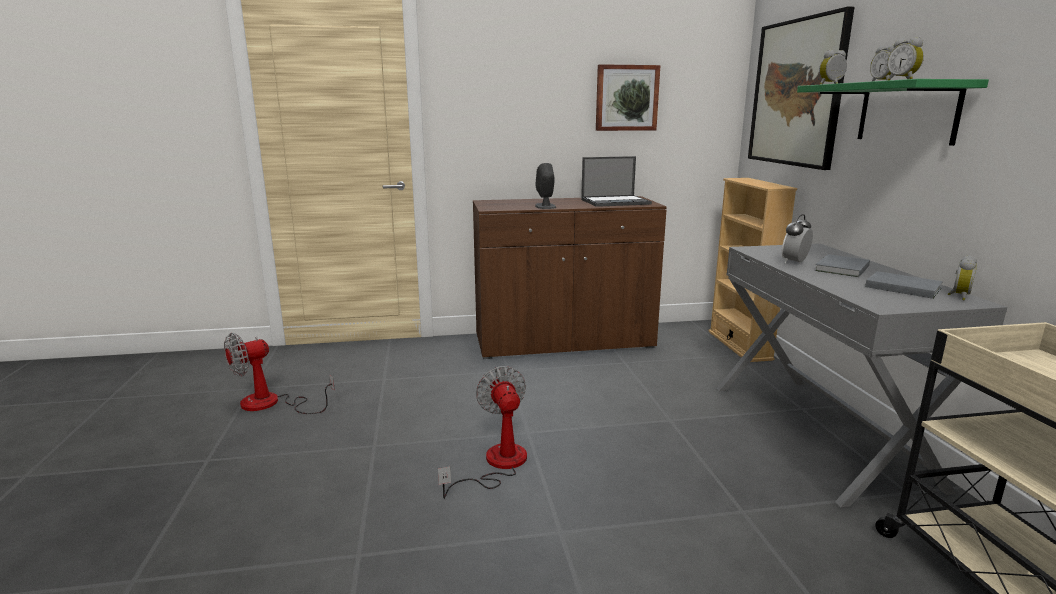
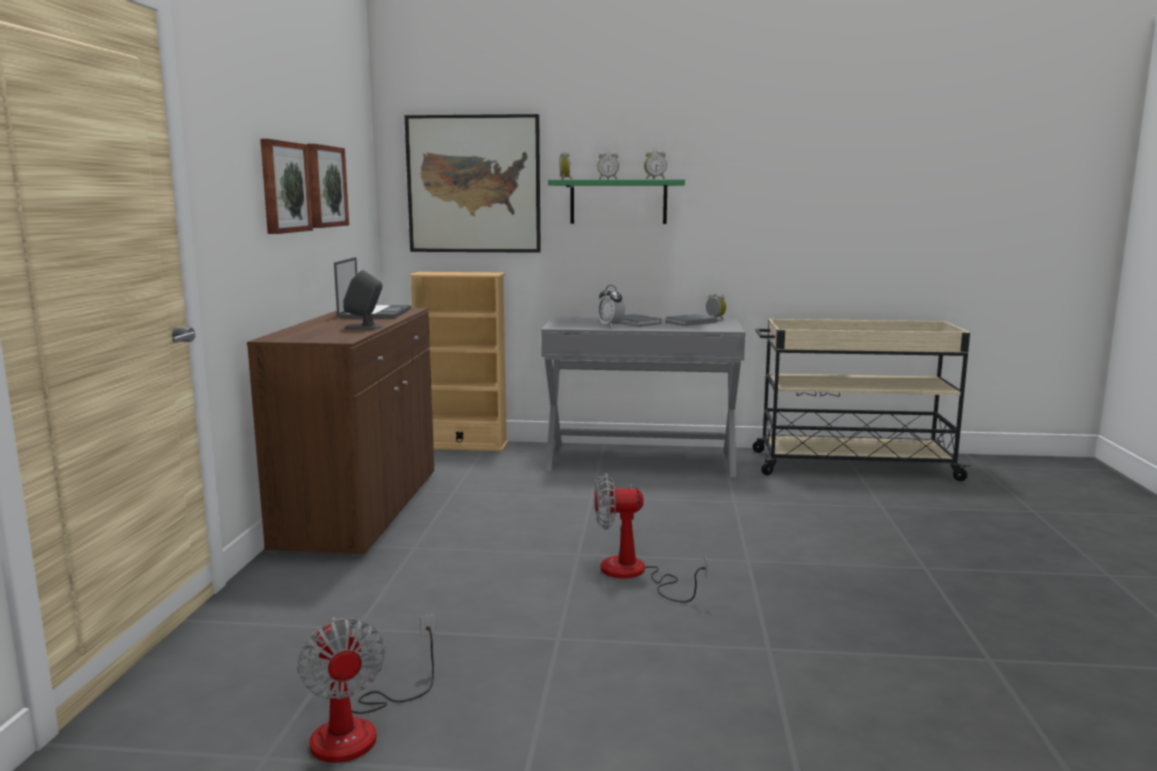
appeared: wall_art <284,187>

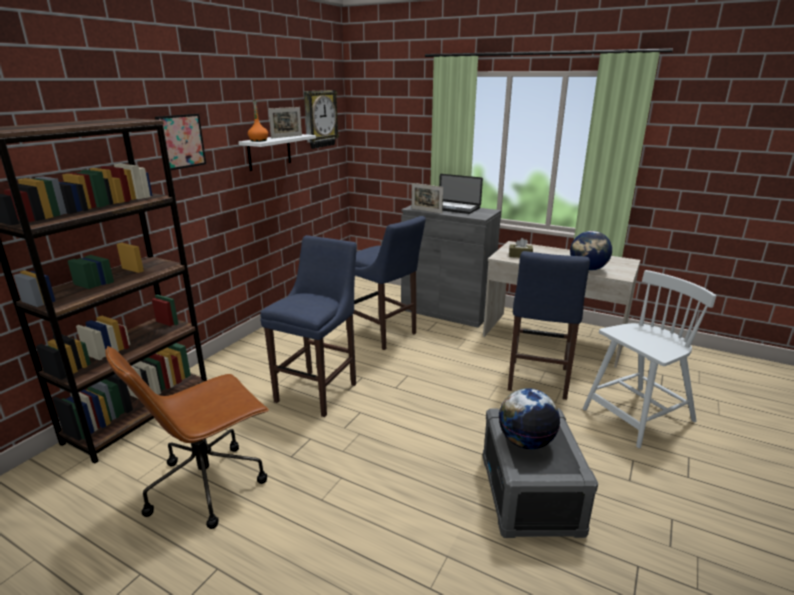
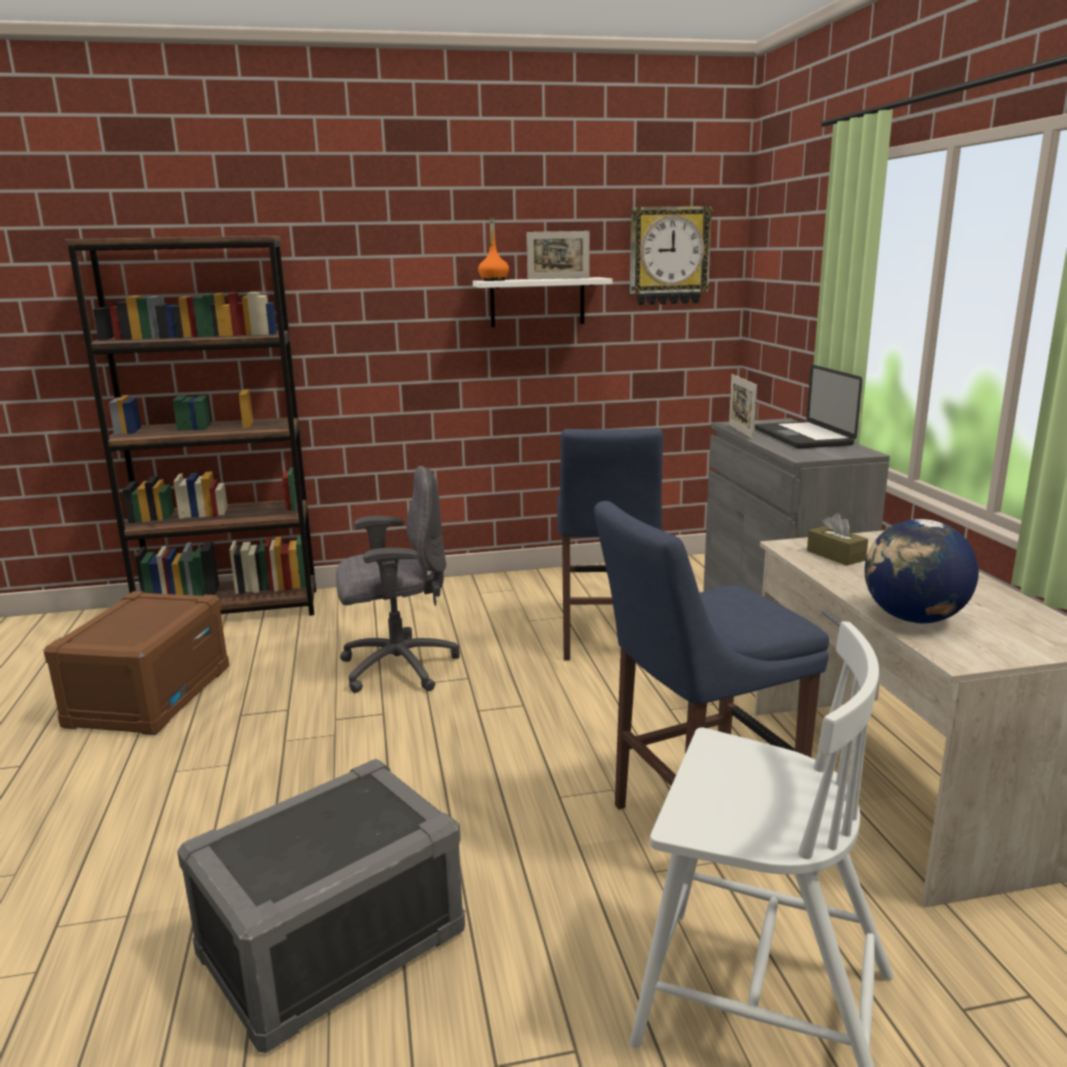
missing: wall_art <181,141>; desk_globe <525,442>
exchanged: blue-coloured_stool_seat <319,390> to grey_desk_chair <397,667>; brown-coloured_desk_chair <208,484> to brown-coloured_storage_container <149,696>

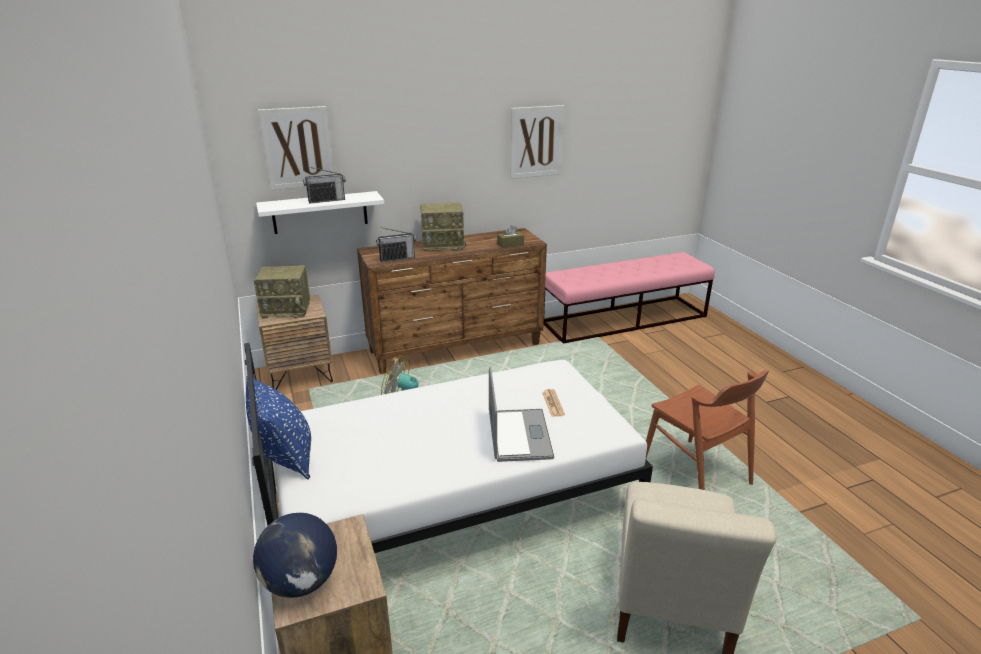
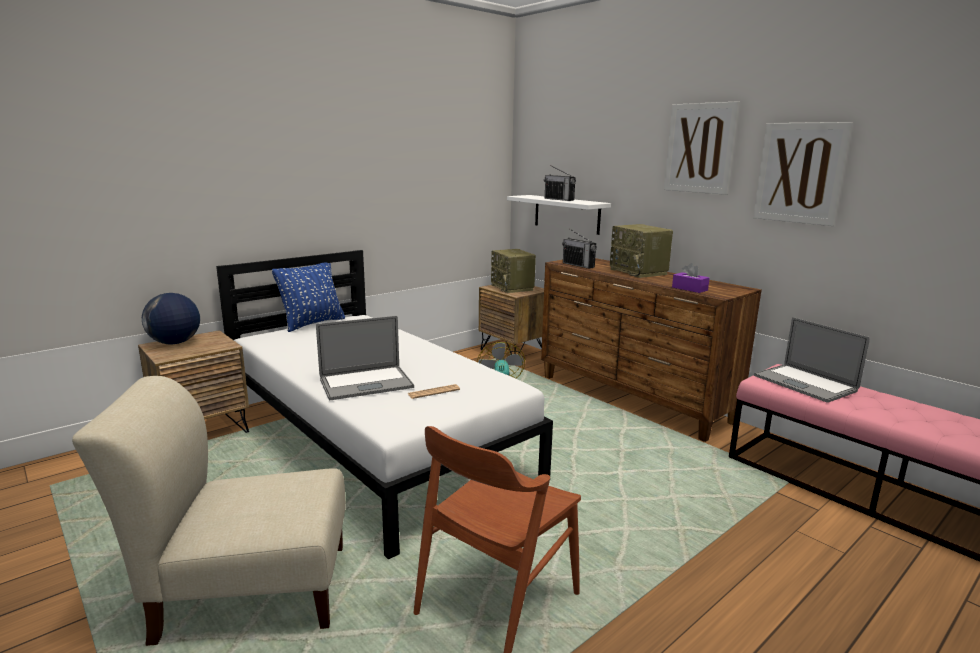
appeared: laptop <804,383>
relocated: wall_art <298,148> to <700,148>
colour: brown-coloured_tissue_box <510,244> to purplish_tissue_box <689,289>

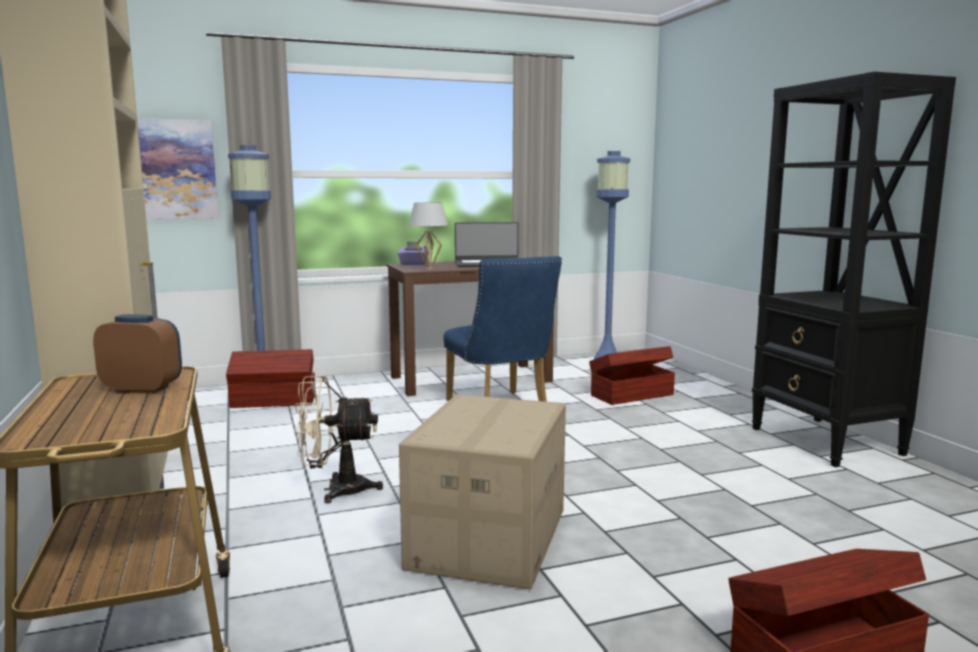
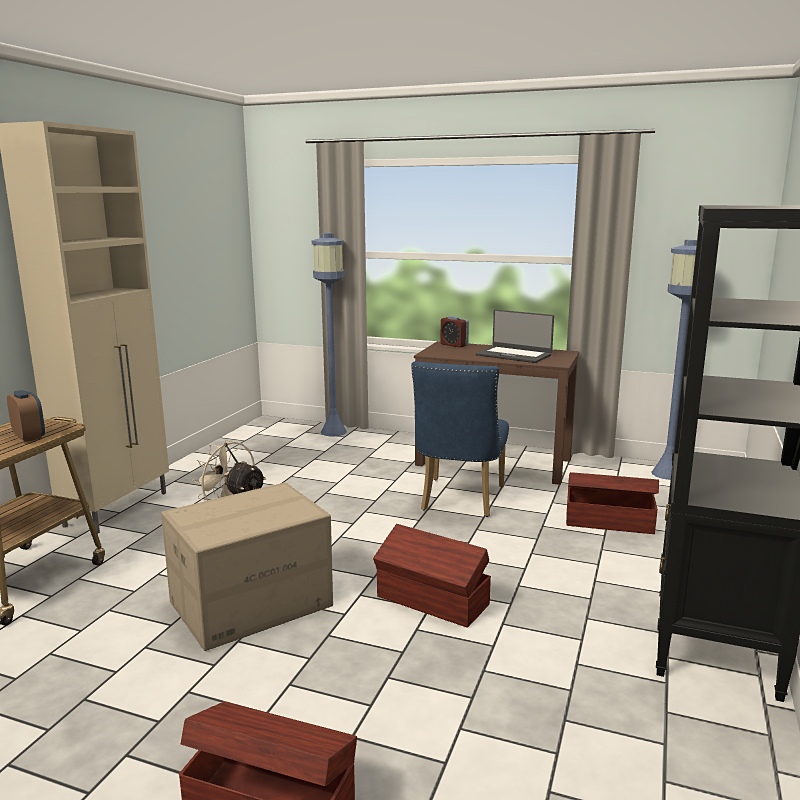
missing: wall_art <176,169>; white-coloured_table_lamp <428,268>
relocated: brown-coloured_storage_container <274,401> to <432,601>
exchanged: purplish_tissue_box <413,264> to alarm_clock <454,345>

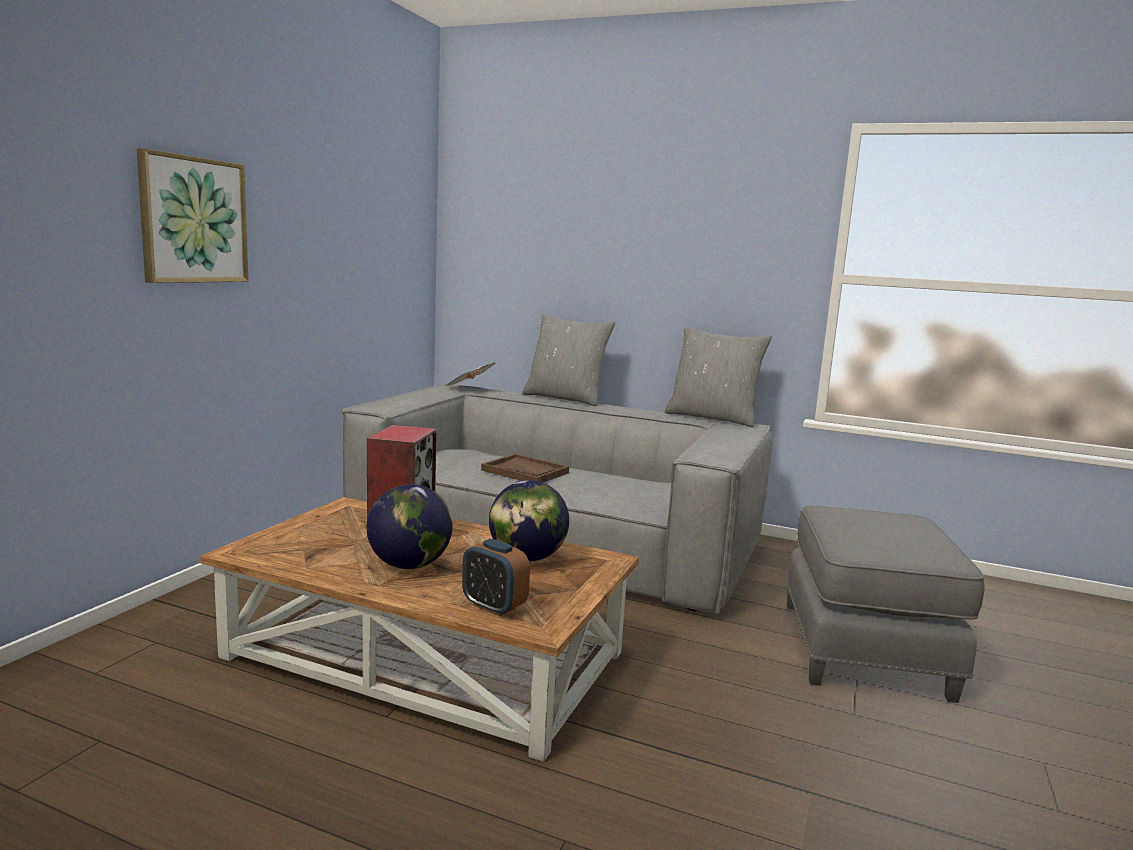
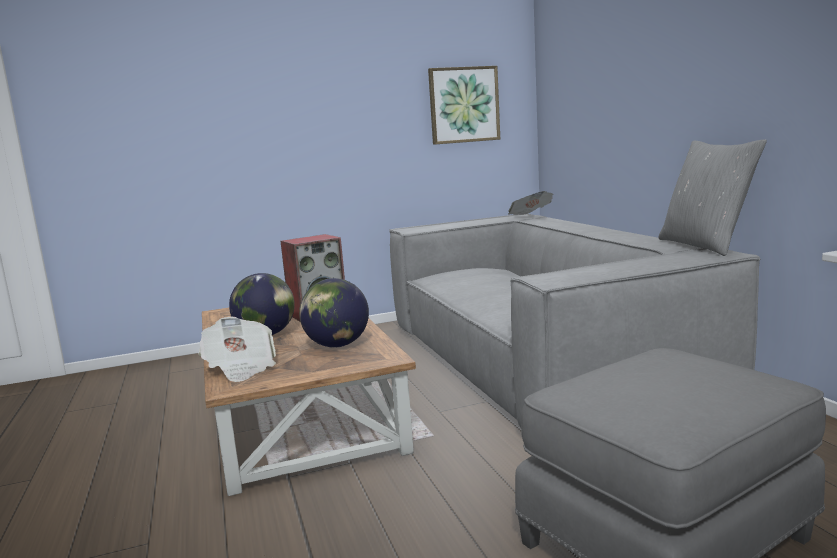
missing: grey_cushion <565,398>; brown-coloured_carrying_tray <525,471>
relocated: wall_art <193,220> to <464,105>
exchanged: alarm_clock <494,606> to newspaper <240,368>

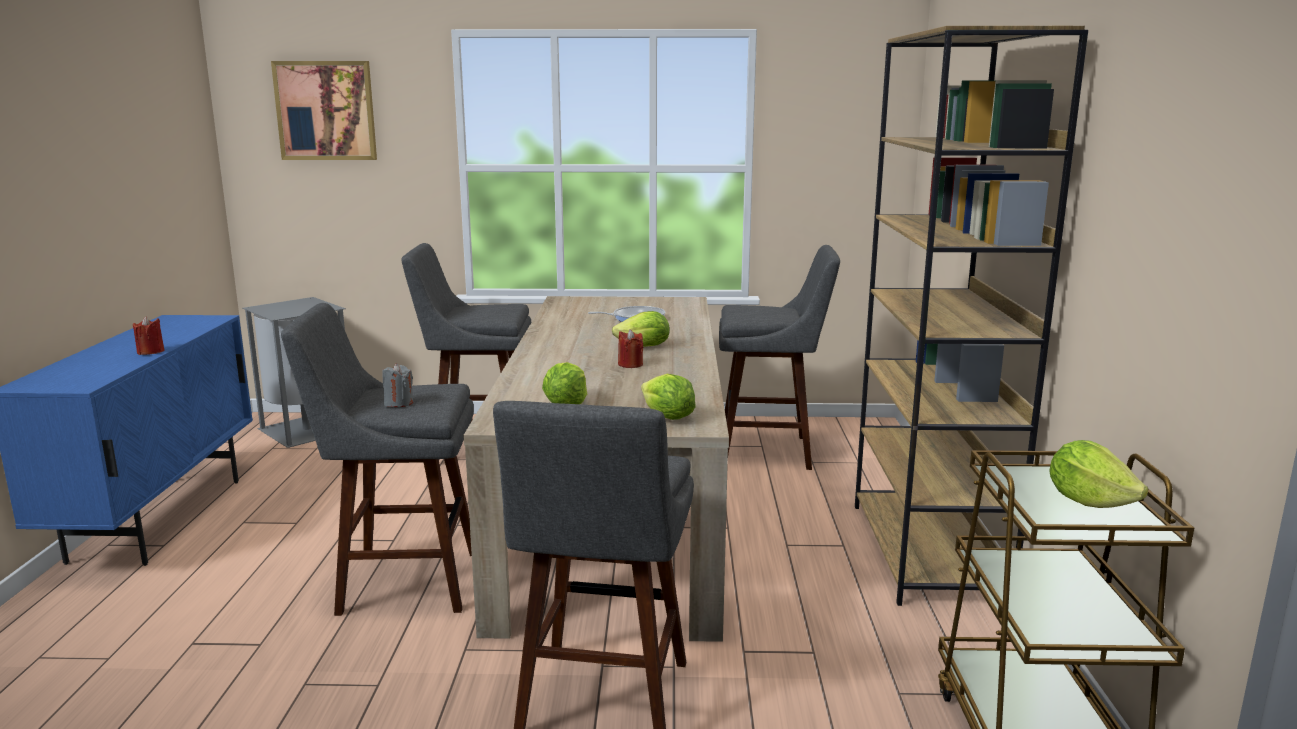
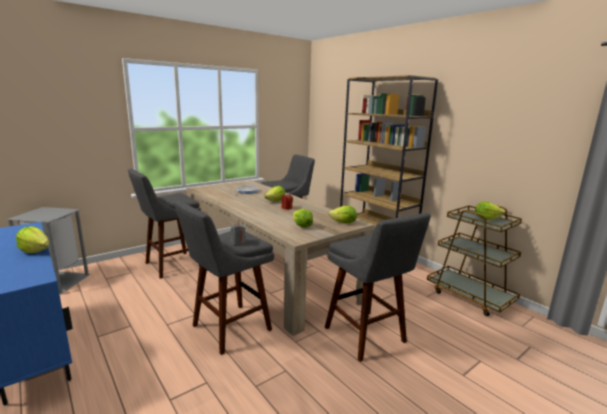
missing: wall_art <326,111>
exchanged: red_wax_light <150,352> to head_of_lettuce <35,250>

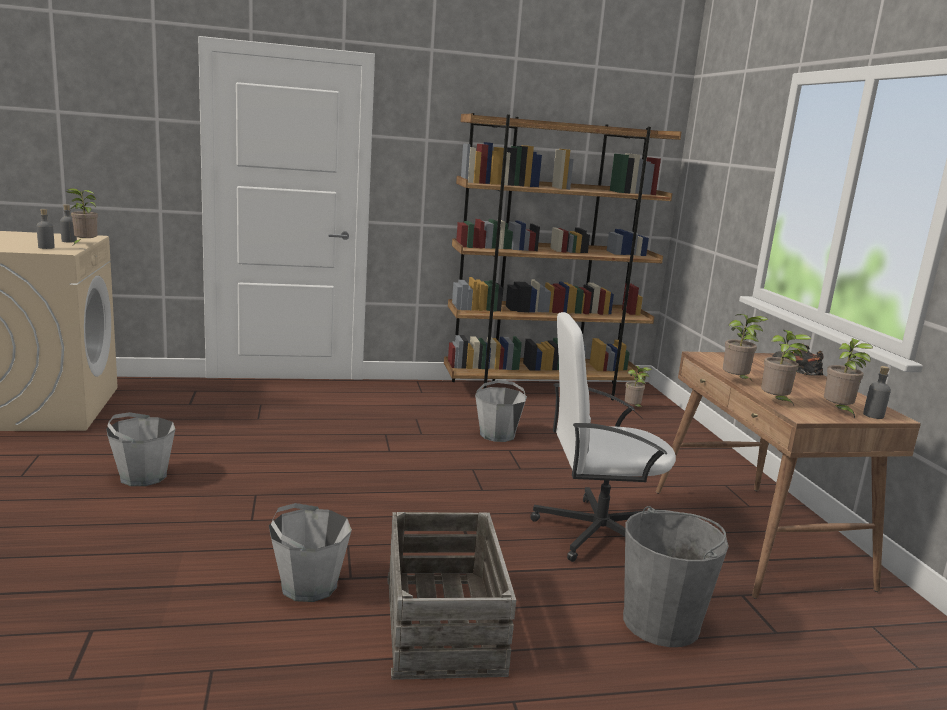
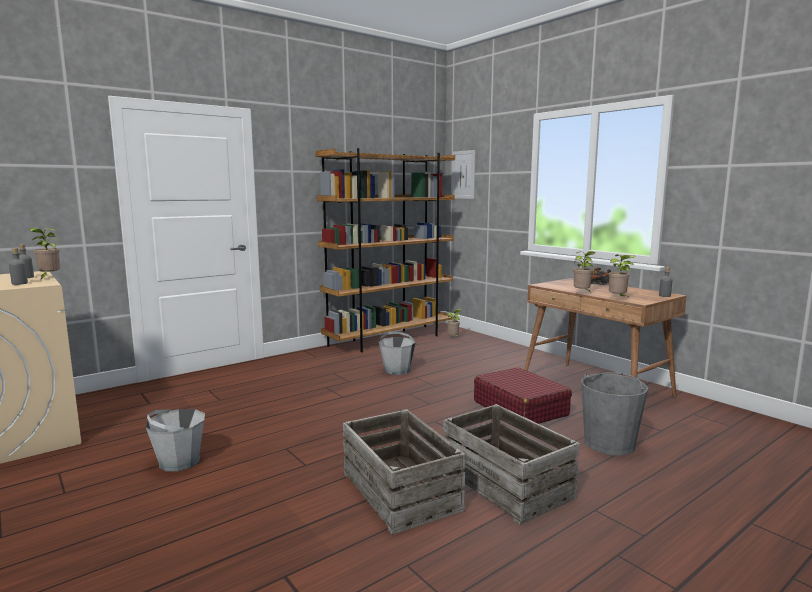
missing: houseplant <838,412>
appeared: wall_art <463,174>
exchanged: white-coloured_desk_chair <596,532> to red_suitcase <520,408>; grey_pail <308,585> to crate <399,491>

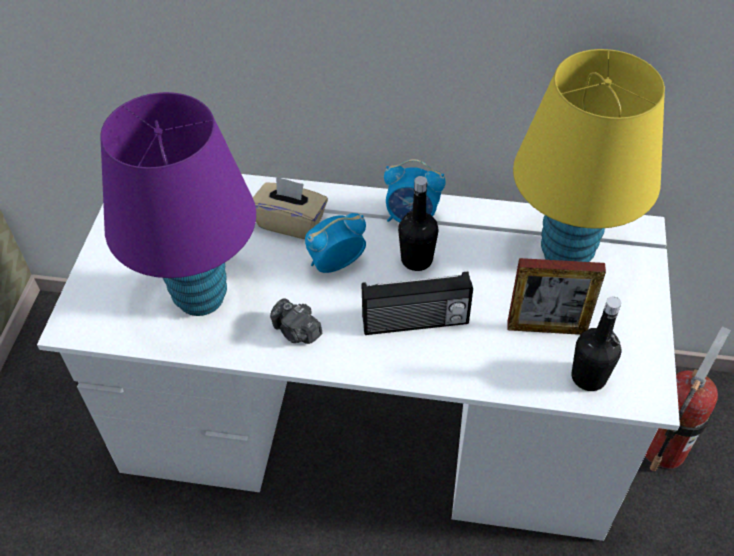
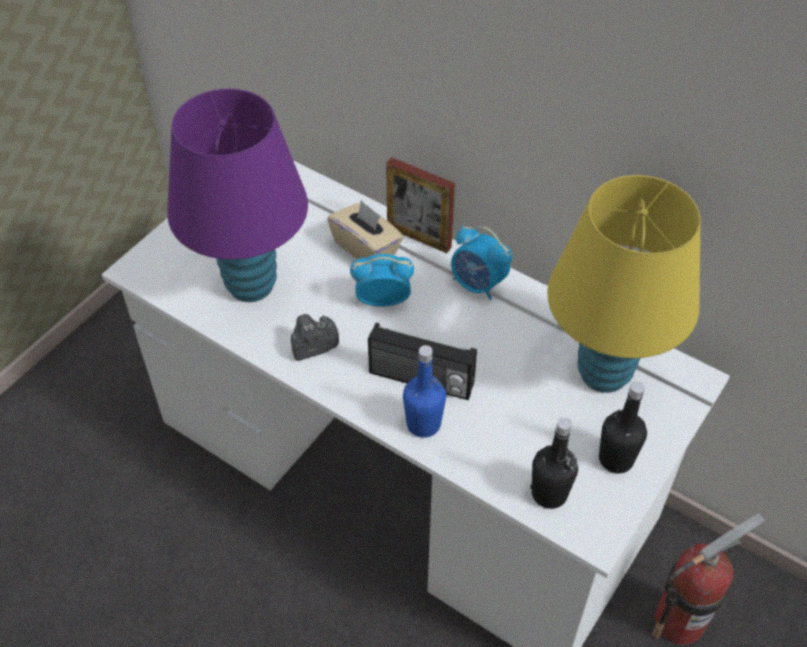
appeared: blue-coloured_drink_bottle <423,424>
relocated: black-coloured_drink_bottle <416,260> to <616,459>; picture_frame <546,328> to <419,237>
spun: photo_camera <297,332> = <313,346> 90 degrees clockwise

